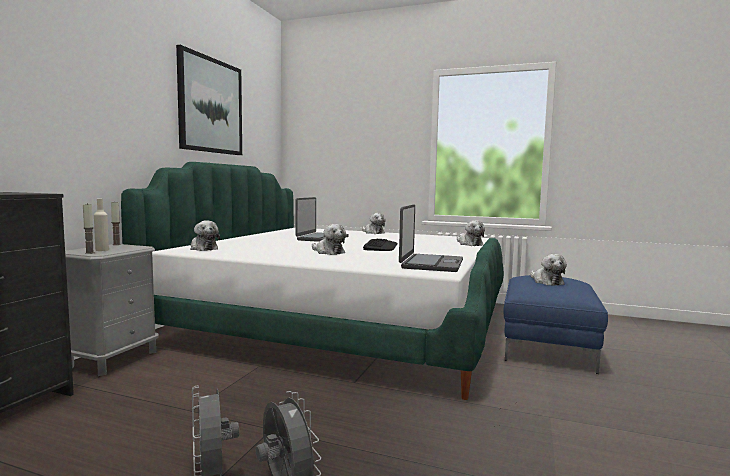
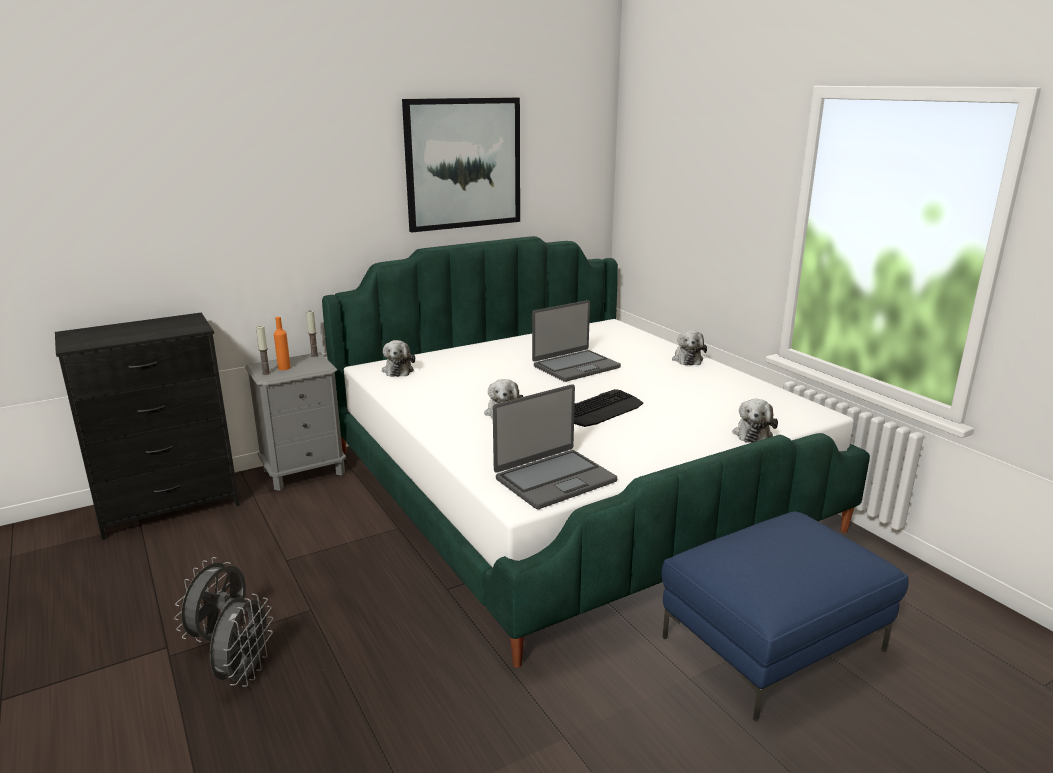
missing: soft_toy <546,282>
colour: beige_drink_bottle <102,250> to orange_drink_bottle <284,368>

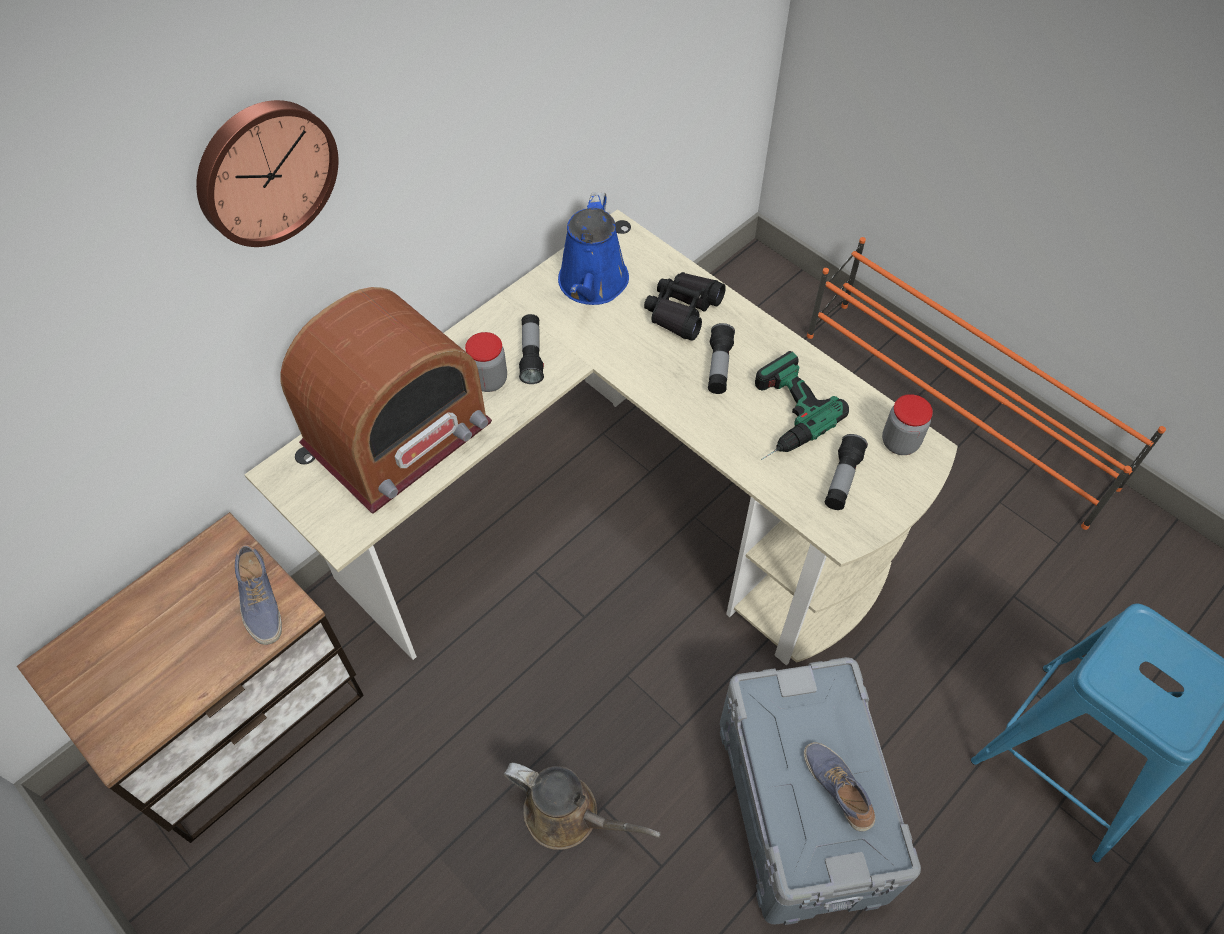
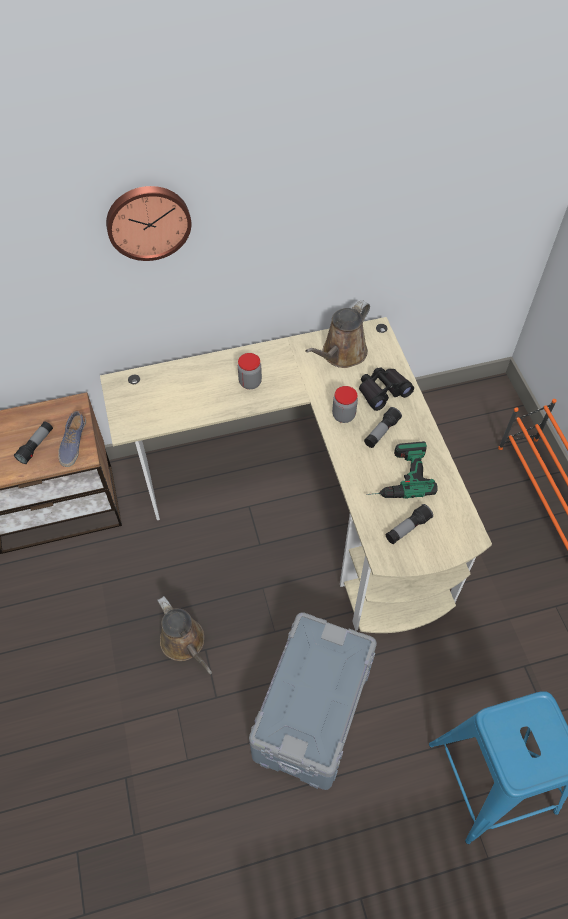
missing: radio_receiver <398,435>; shoe <838,788>
relocated: flashlight <531,355> to <36,446>; preserve_jar <900,442> to <343,415>
colour: blue-coloured_watering_pot <592,285> to brown-coloured_watering_pot <341,354>

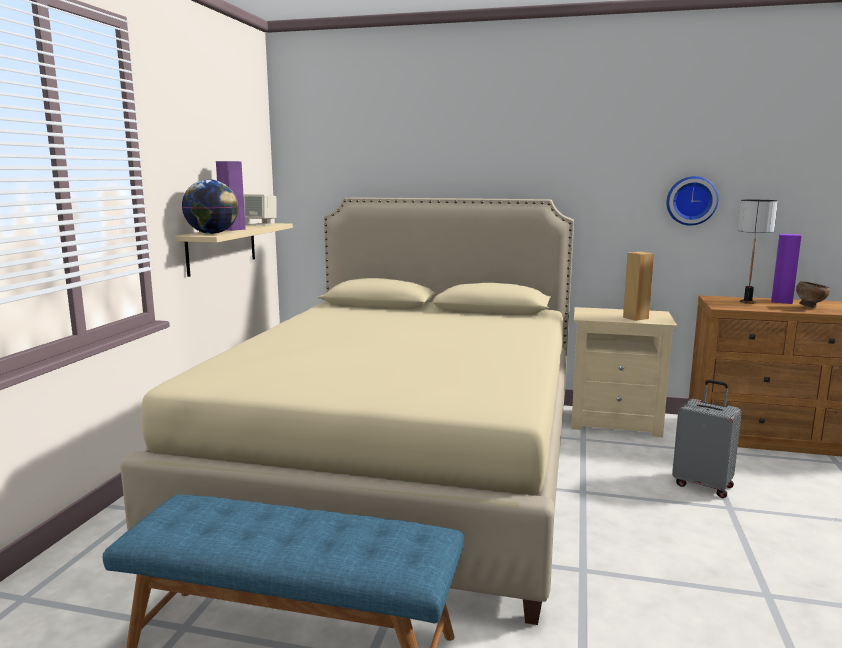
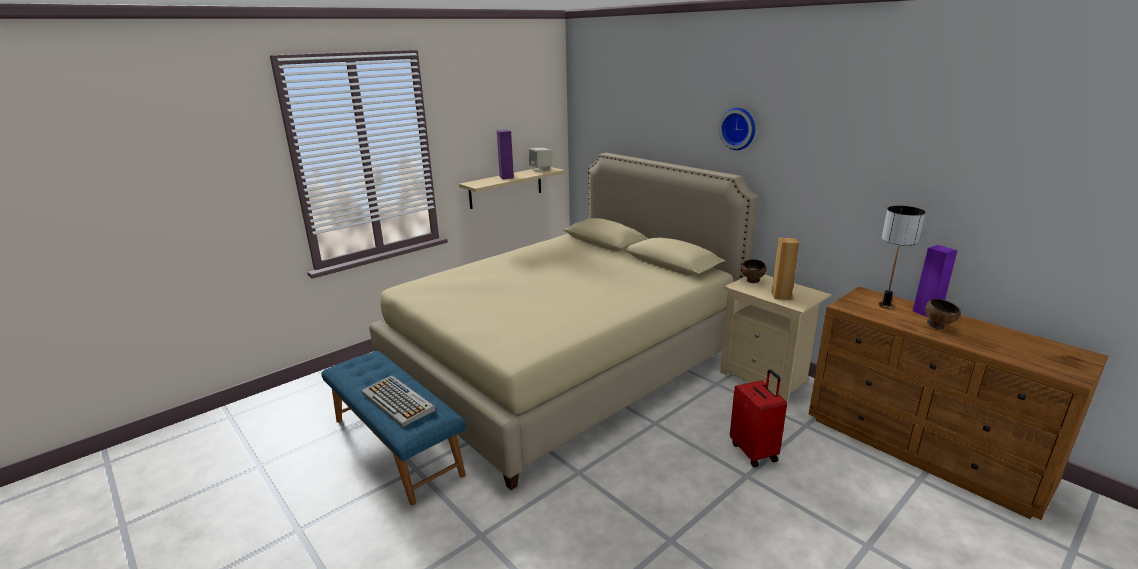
missing: desk_globe <212,233>
appeared: brown-coloured_serving_bowl <752,281>; keyboard <398,402>
relocated: clock_on_the_wall <691,200> to <739,128>
colour: grey_suitcase <703,485> to red_suitcase <754,452>

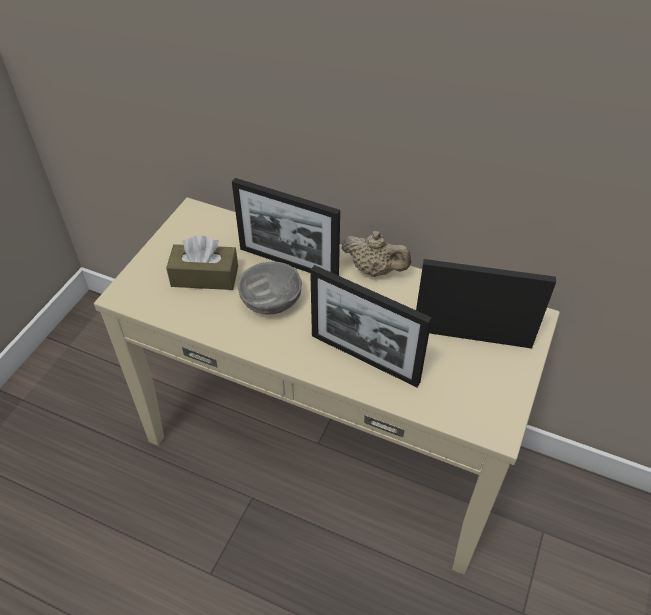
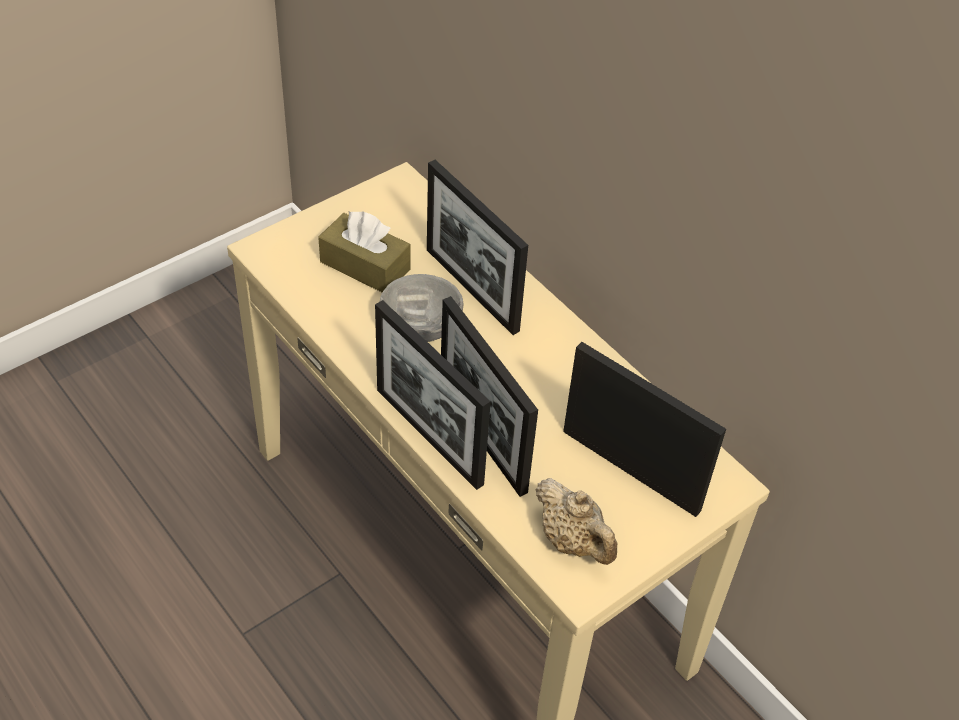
appeared: picture_frame <429,436>
relocated: beige_teapot <374,270> to <573,541>

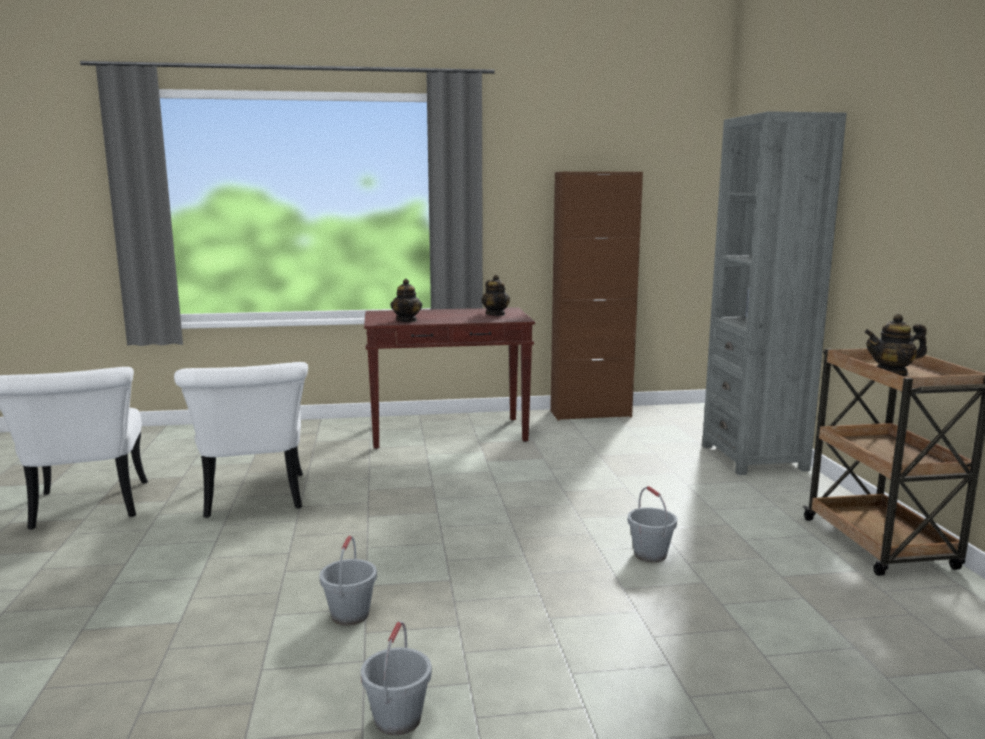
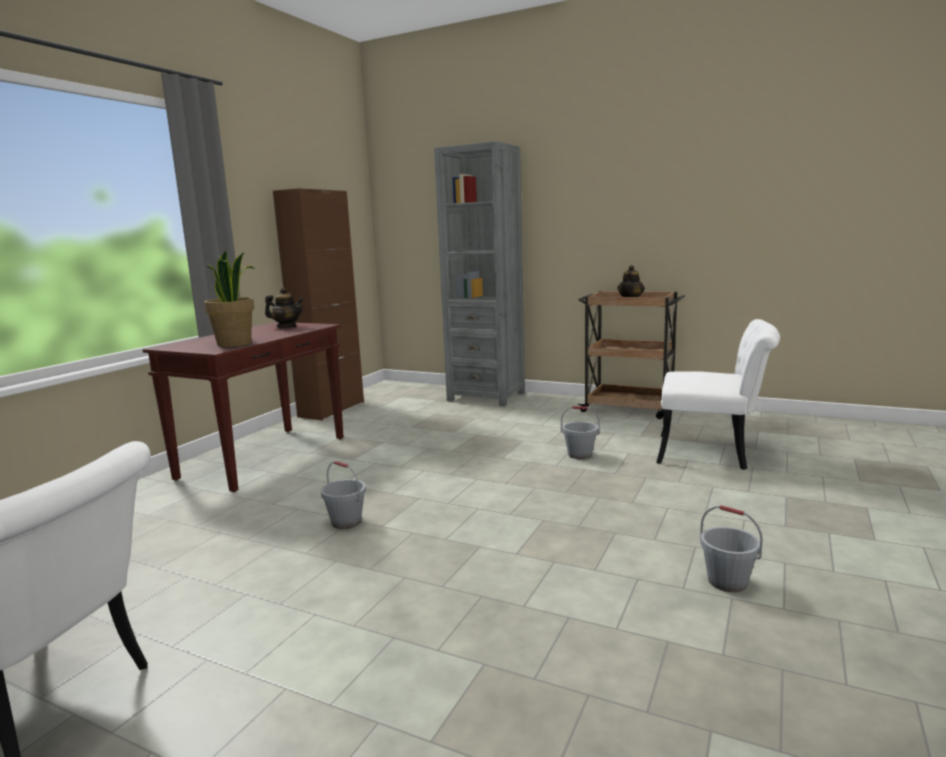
relocated: white-coloured_upright_chair <254,500> to <713,453>; grey_pail <349,615> to <346,522>
exchanged: teapot <407,320> to houseplant <235,344>

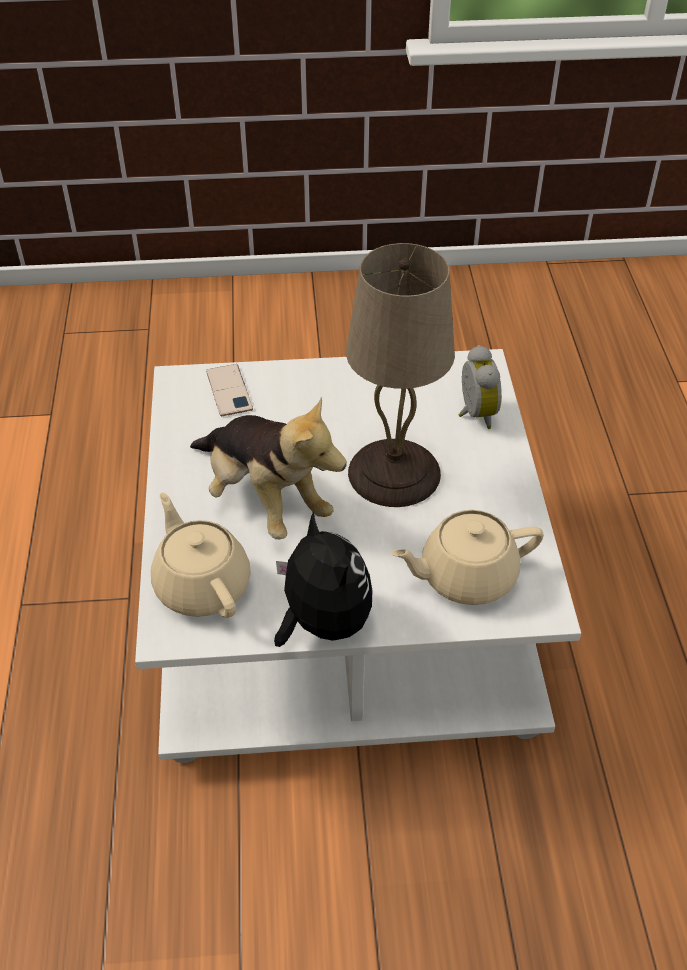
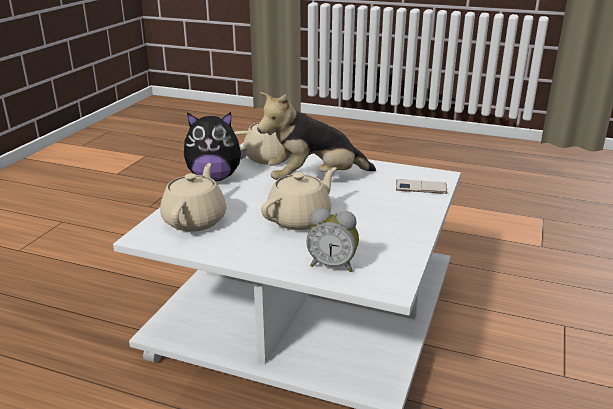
exchanged: beige_table_lamp <392,473> to beige_teapot <300,219>

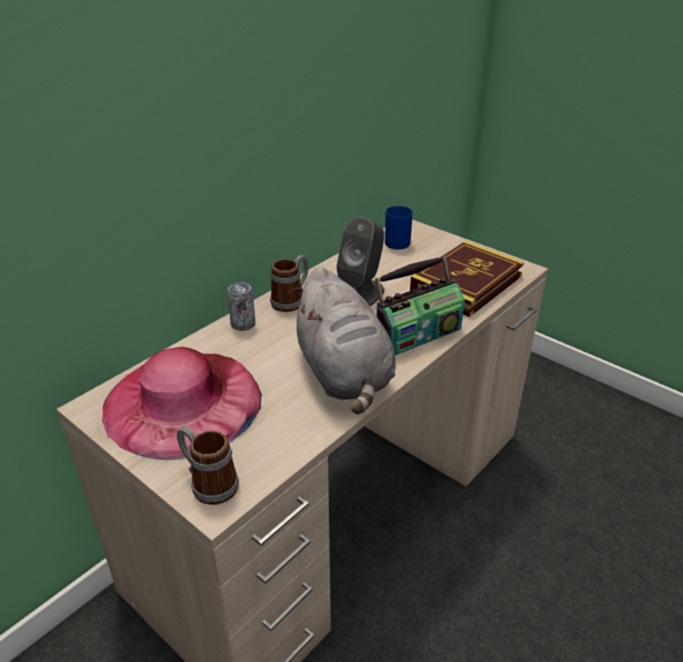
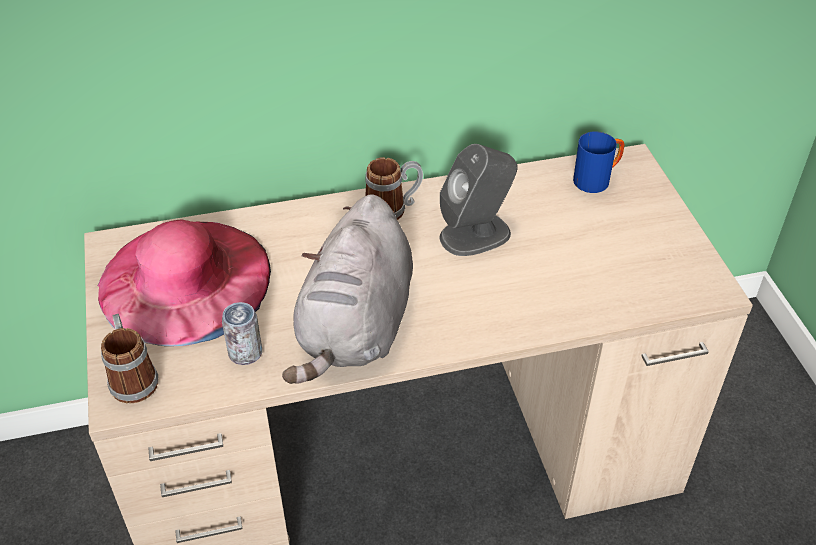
missing: bound_book <466,283>; radio_receiver <417,335>
relocated: metal_can <243,324> to <245,353>

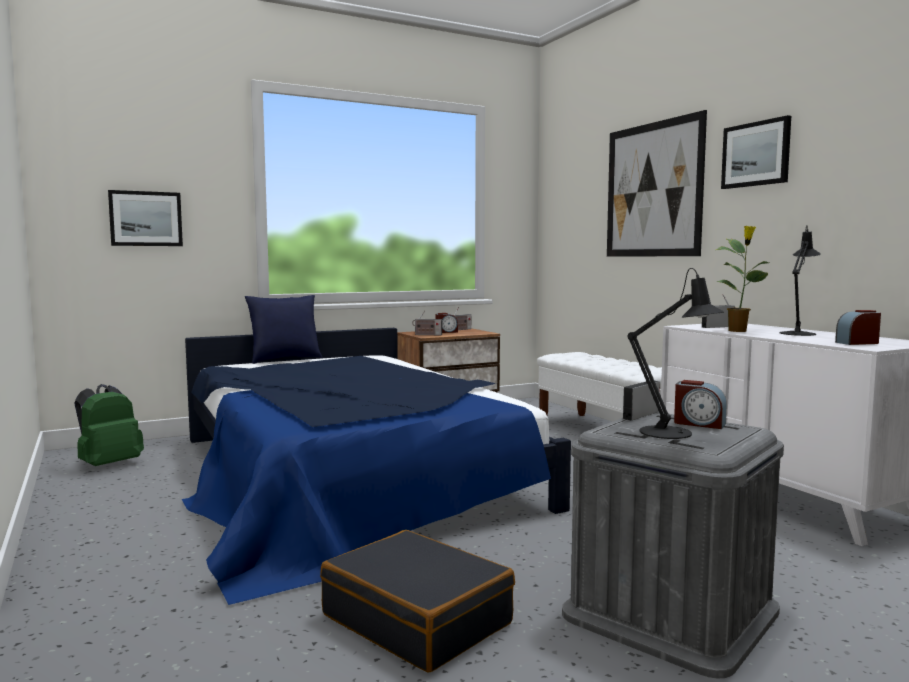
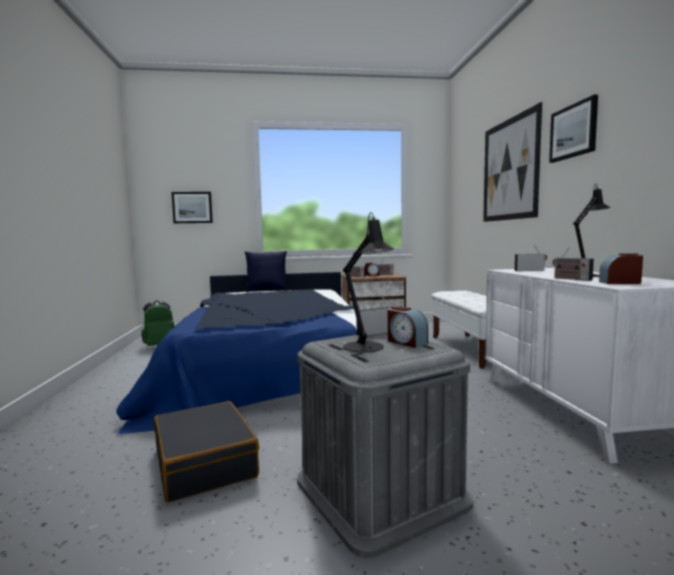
missing: houseplant <739,331>
appeared: radio_receiver <570,279>

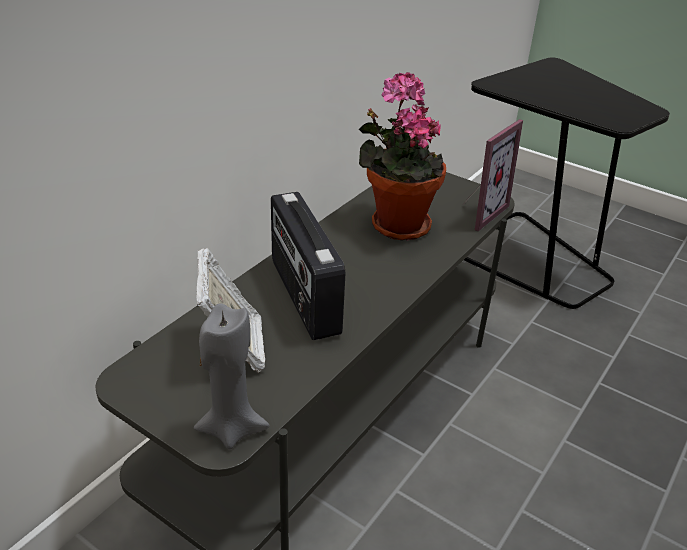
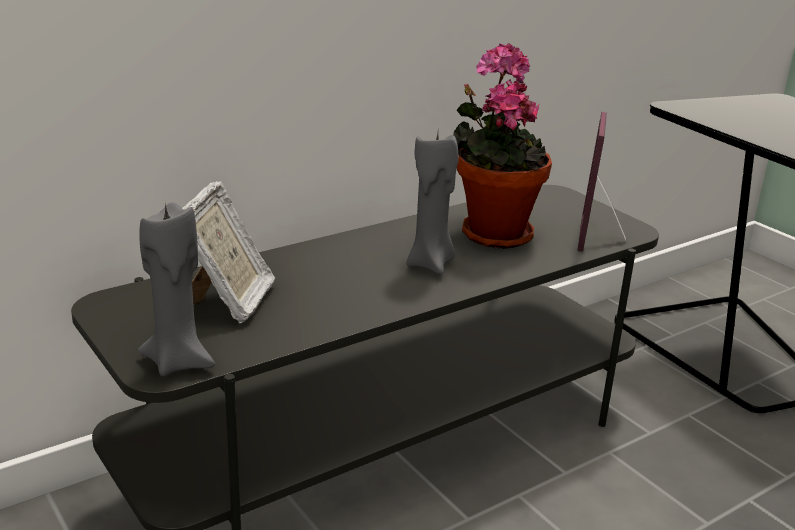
missing: radio_receiver <303,296>
appeared: grey_wax_light <431,264>
spun: picture_frame <477,212> = <602,238> 135 degrees clockwise

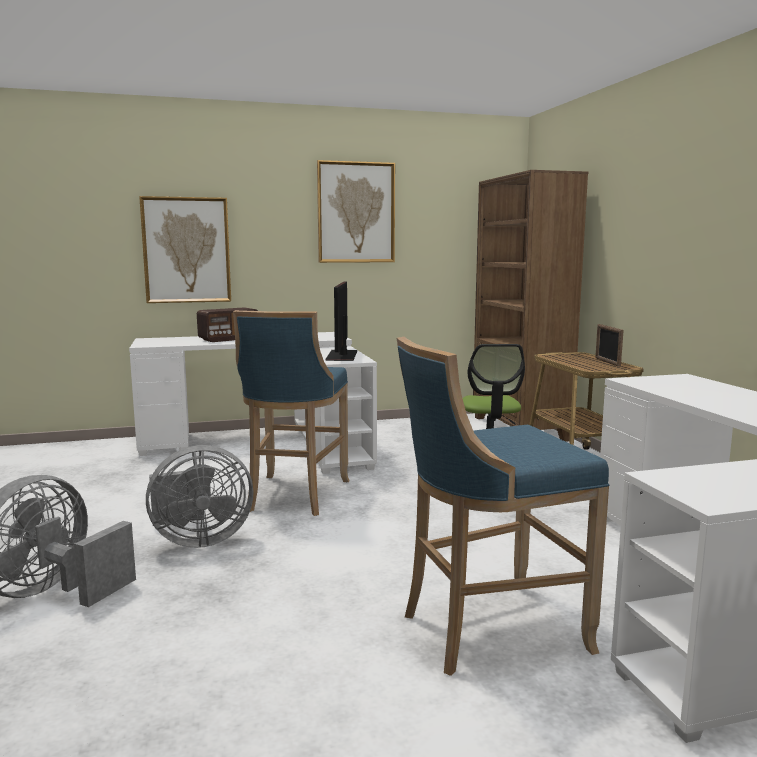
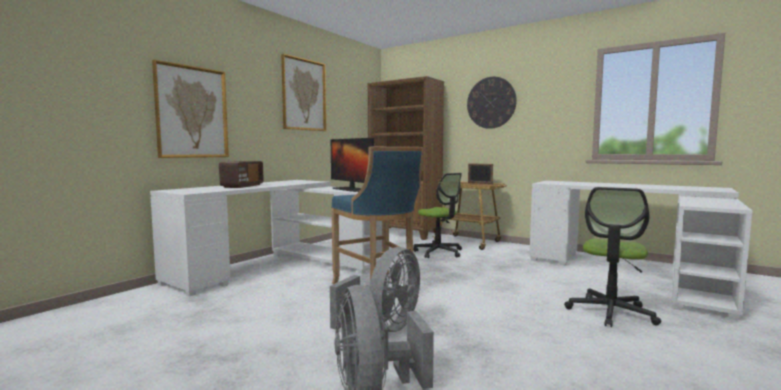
appeared: clock_on_the_wall <491,102>
exchanged: blue-coloured_stool_seat <487,630> to desk_chair <610,312>

